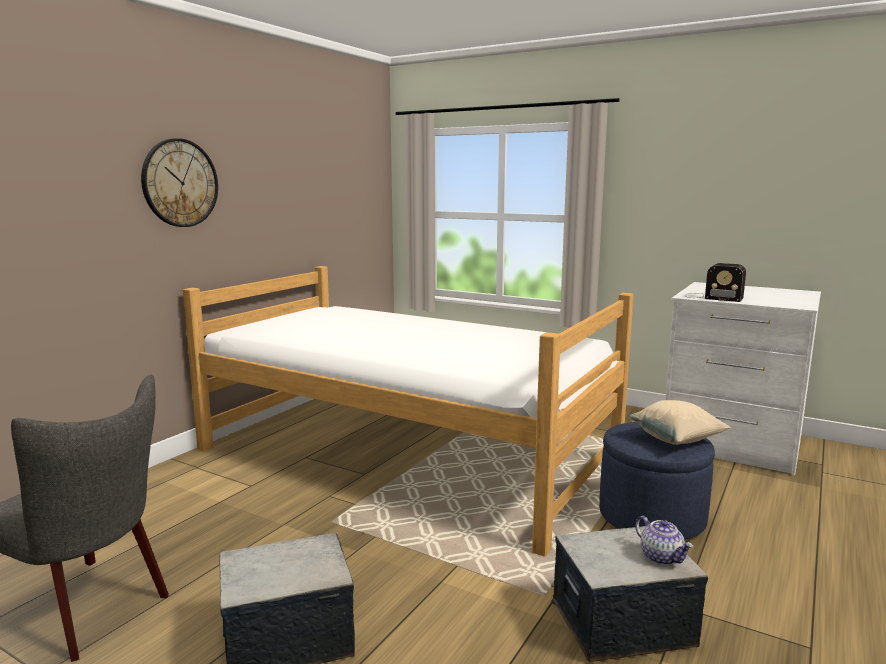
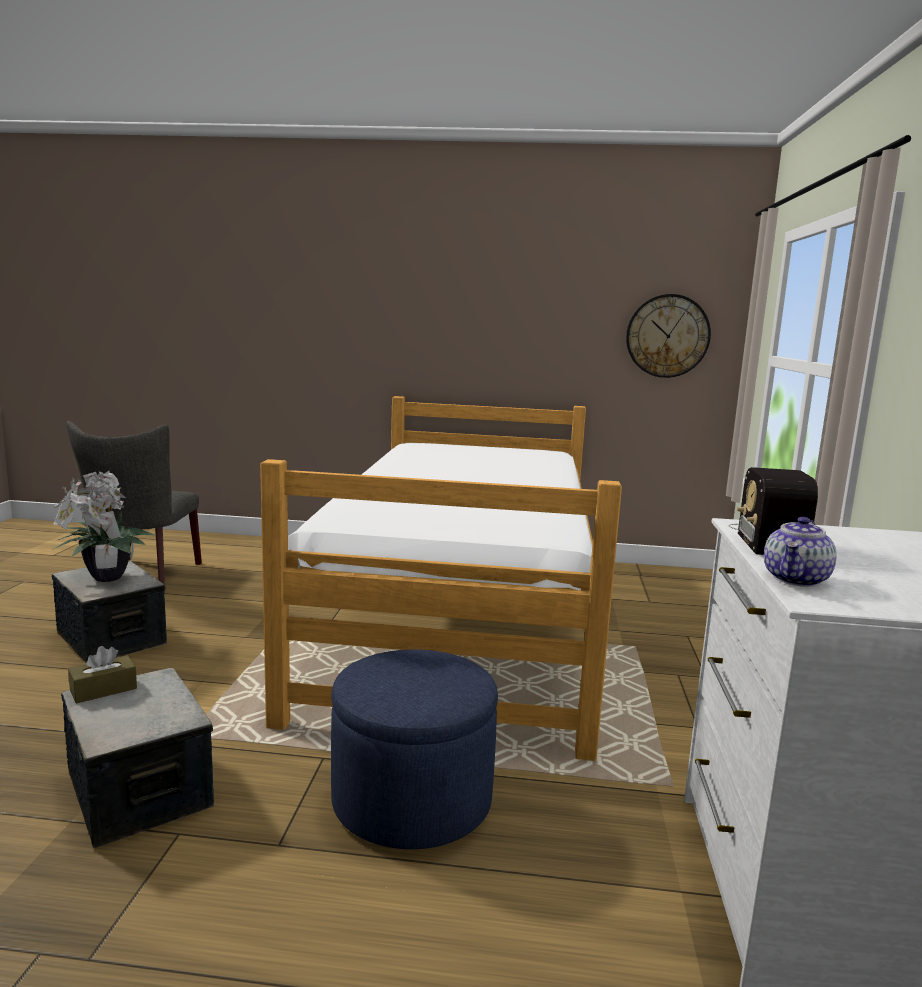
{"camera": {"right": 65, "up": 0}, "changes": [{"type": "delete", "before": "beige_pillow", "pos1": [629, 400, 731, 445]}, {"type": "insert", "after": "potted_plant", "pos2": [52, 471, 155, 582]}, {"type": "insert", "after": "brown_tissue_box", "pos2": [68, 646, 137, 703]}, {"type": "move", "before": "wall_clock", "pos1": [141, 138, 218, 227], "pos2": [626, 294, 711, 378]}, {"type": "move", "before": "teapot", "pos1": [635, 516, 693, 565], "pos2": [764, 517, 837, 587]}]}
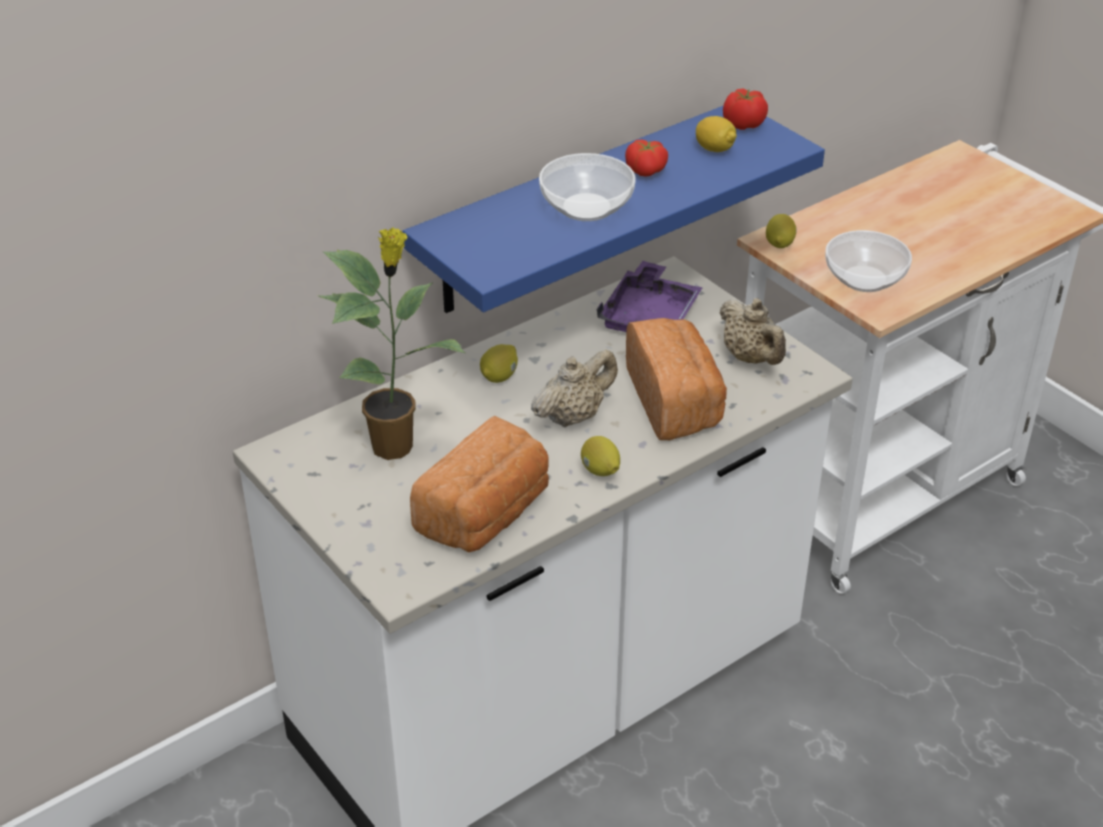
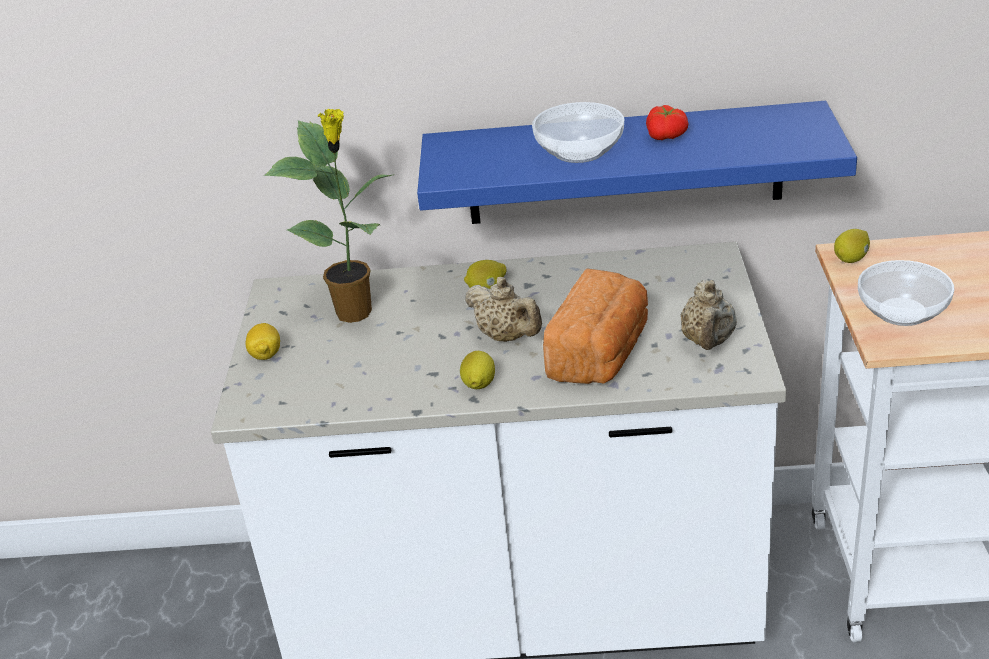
{"camera": {"right": 40, "up": -5}, "changes": [{"type": "delete", "before": "bread", "pos1": [410, 416, 549, 552]}, {"type": "delete", "before": "purple_tray", "pos1": [596, 261, 703, 332]}, {"type": "delete", "before": "tomato", "pos1": [723, 89, 768, 130]}, {"type": "move", "before": "lemon", "pos1": [696, 116, 737, 152], "pos2": [246, 323, 280, 360]}, {"type": "rotate", "before": "beige_teapot", "pos1": [531, 350, 618, 428], "pos2": [465, 277, 542, 342], "turn": 45}]}
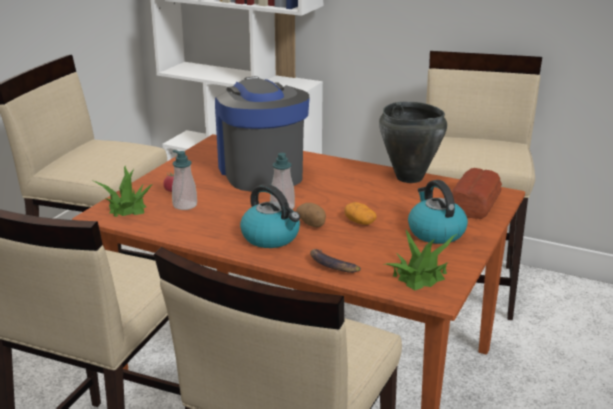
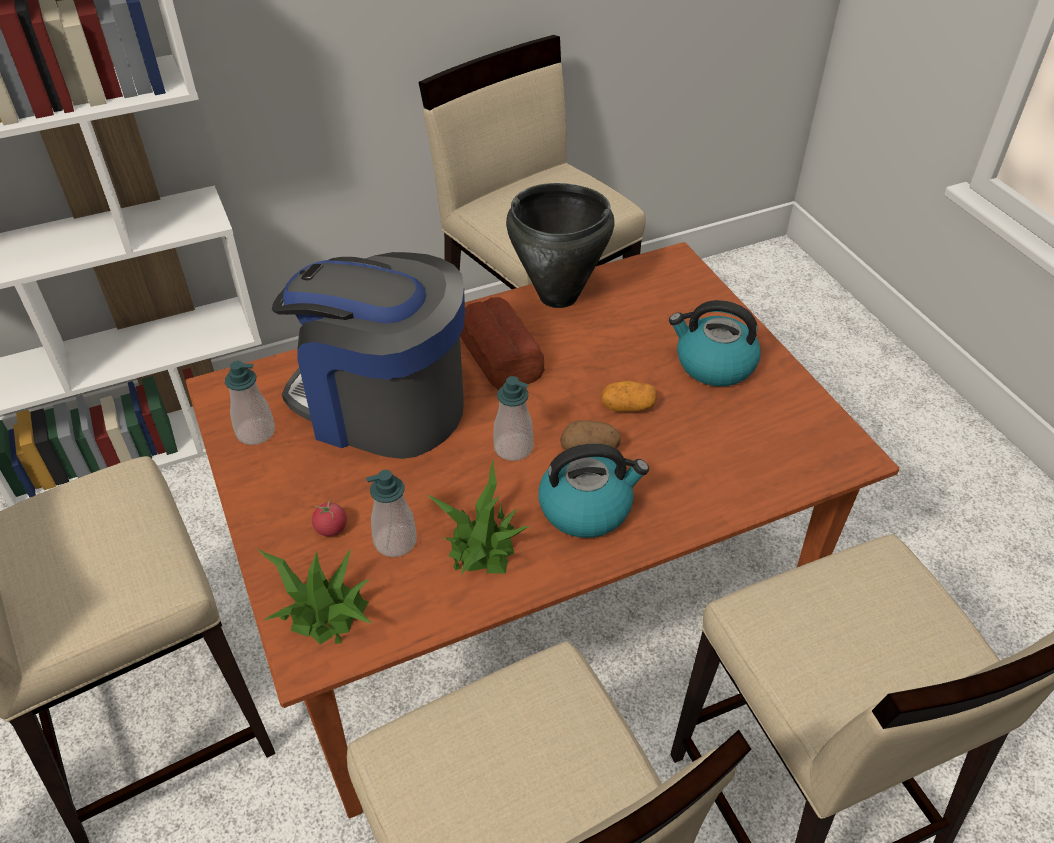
{"camera": {"right": -50, "up": 20}, "changes": [{"type": "delete", "before": "banana", "pos1": [310, 249, 361, 273]}, {"type": "insert", "after": "soap_dispenser", "pos2": [225, 361, 275, 445]}, {"type": "move", "before": "potted_plant", "pos1": [383, 230, 457, 290], "pos2": [426, 460, 530, 574]}, {"type": "move", "before": "bread", "pos1": [452, 168, 502, 219], "pos2": [460, 297, 545, 390]}]}
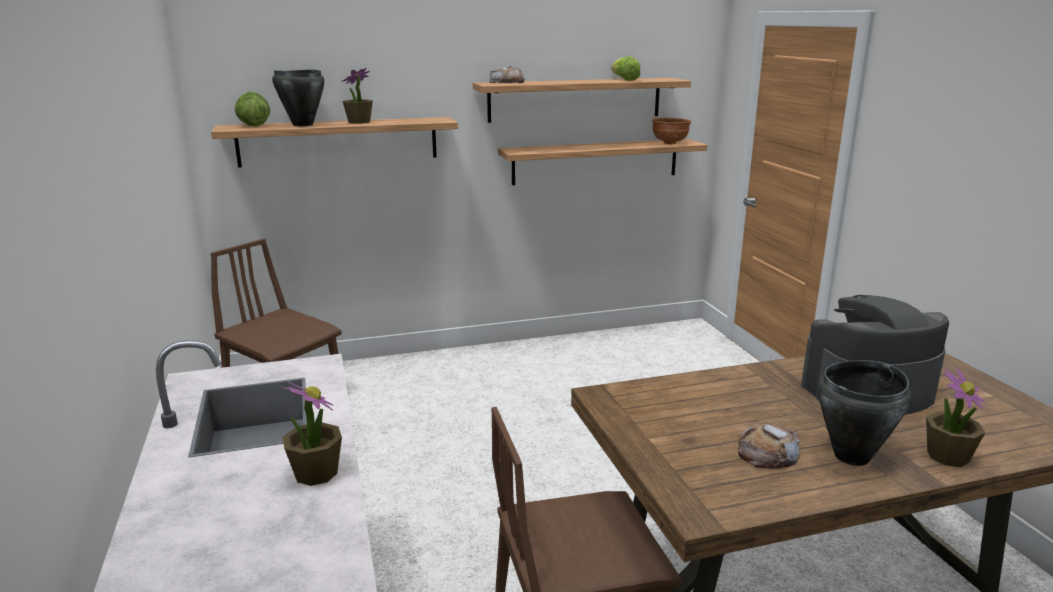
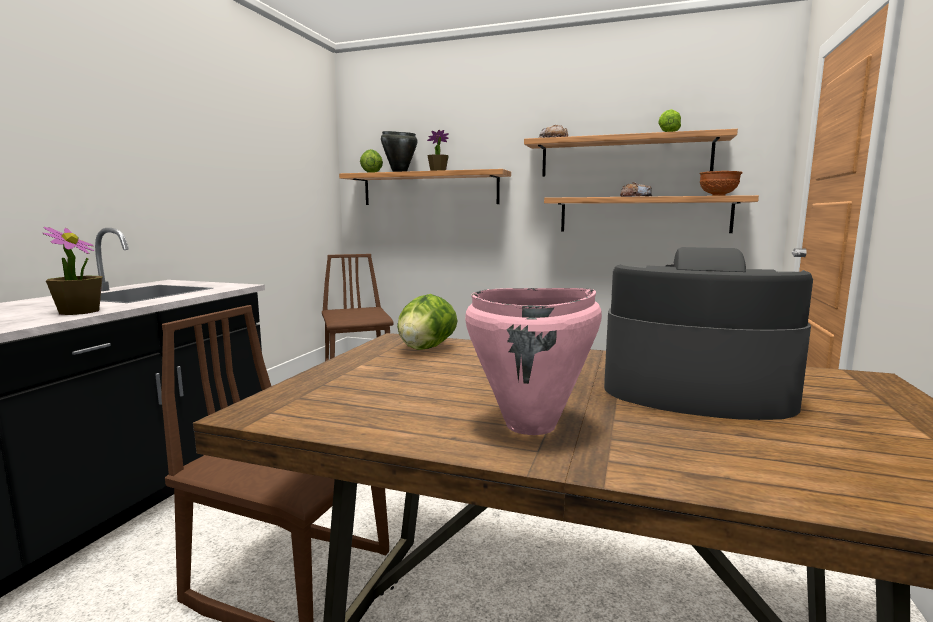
{"camera": {"right": 35, "up": -10}, "changes": [{"type": "delete", "before": "potted_plant", "pos1": [926, 367, 986, 467]}, {"type": "insert", "after": "lettuce", "pos2": [397, 294, 458, 350]}, {"type": "move", "before": "bread", "pos1": [738, 423, 800, 469], "pos2": [620, 182, 652, 197]}, {"type": "recolor", "before": "black_cooking_pot", "after": "pink_cooking_pot", "pos1": [818, 360, 911, 466], "pos2": [465, 288, 602, 435]}]}
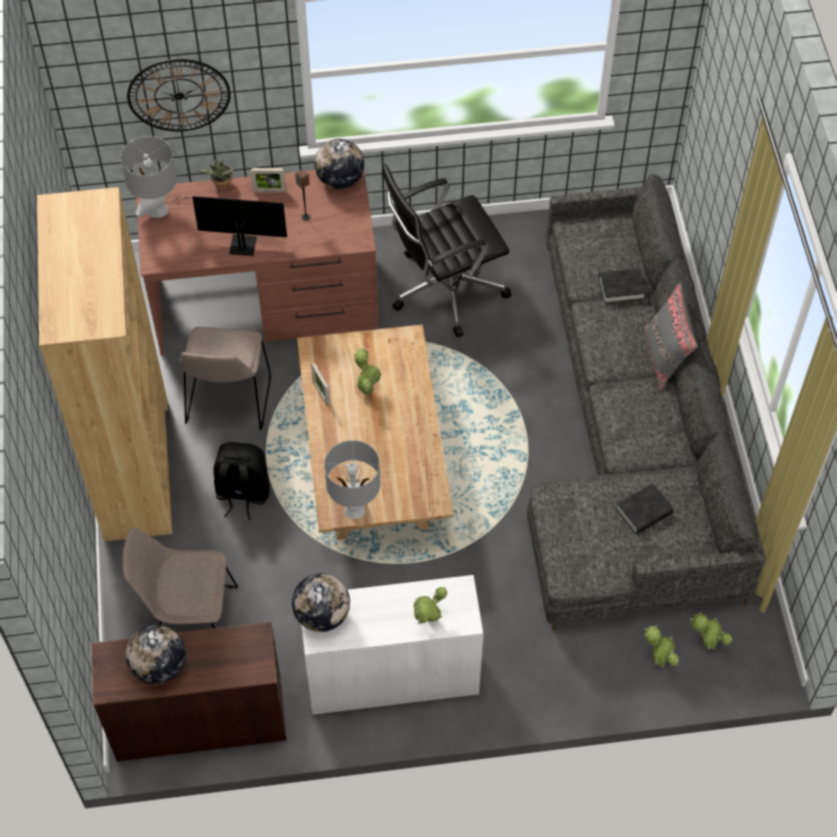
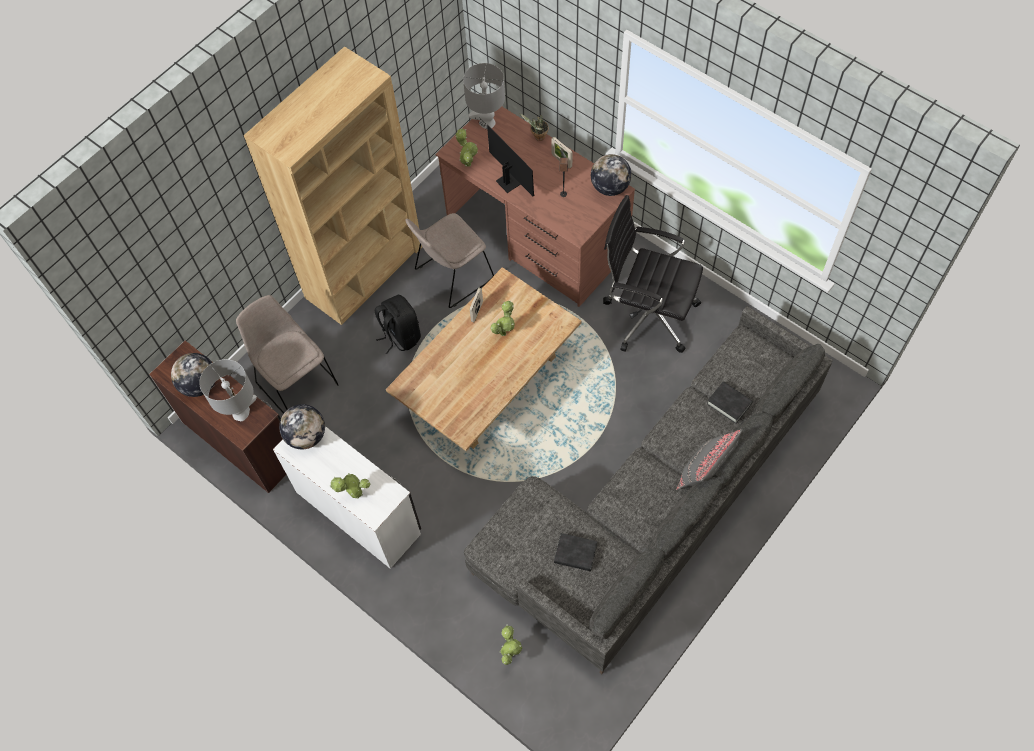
{"camera": {"right": 50, "up": 5}, "changes": [{"type": "delete", "before": "wall_clock", "pos1": [127, 59, 231, 131]}, {"type": "move", "before": "grey_table_lamp", "pos1": [324, 440, 380, 519], "pos2": [199, 359, 257, 421]}, {"type": "move", "before": "potted_plant", "pos1": [690, 612, 732, 649], "pos2": [456, 128, 478, 167]}]}
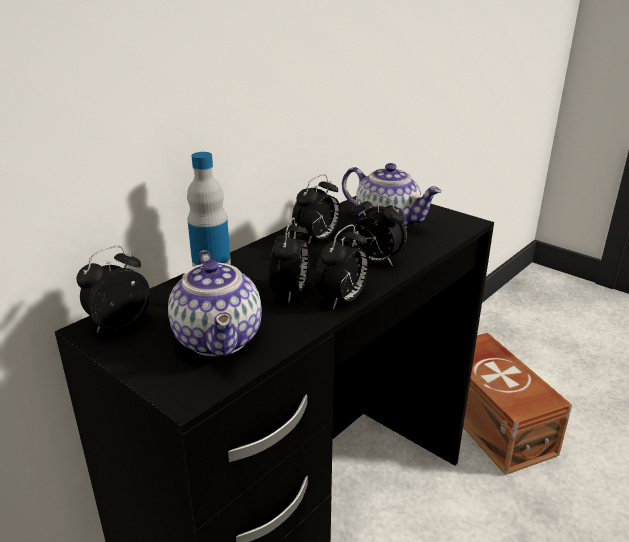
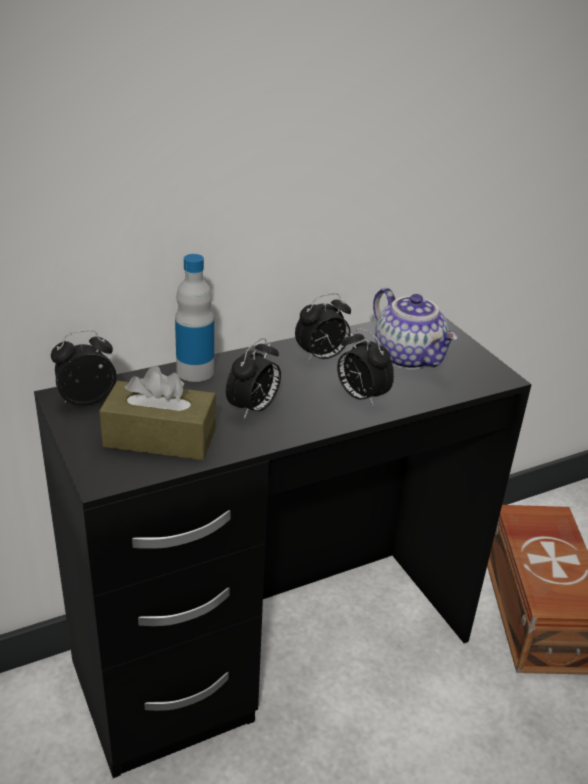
{"camera": {"right": 20, "up": 5}, "changes": [{"type": "delete", "before": "alarm_clock", "pos1": [314, 224, 370, 309]}, {"type": "replace", "before": "teapot", "after": "brown_tissue_box", "pos1": [168, 250, 262, 357], "pos2": [99, 366, 216, 460]}]}
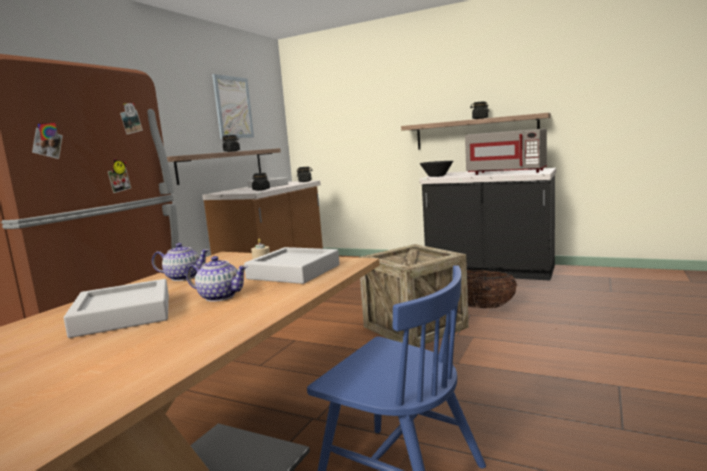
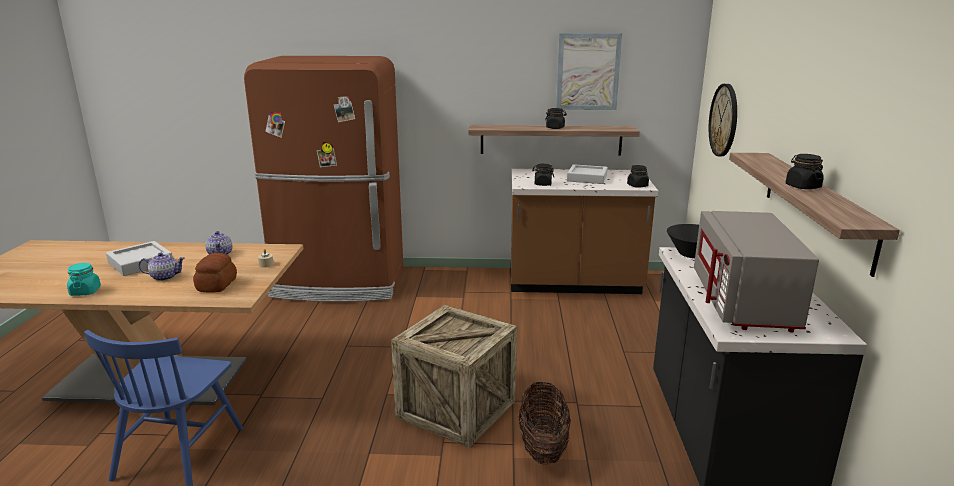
{"camera": {"right": 65, "up": 10}, "changes": [{"type": "insert", "after": "turquoise_jar", "pos2": [67, 263, 101, 296]}, {"type": "insert", "after": "wall_clock", "pos2": [709, 84, 737, 156]}, {"type": "replace", "before": "grey_tray", "after": "bread", "pos1": [244, 247, 340, 284], "pos2": [193, 253, 237, 293]}, {"type": "rotate", "before": "teapot", "pos1": [186, 256, 248, 302], "pos2": [139, 252, 185, 281], "turn": -90}]}
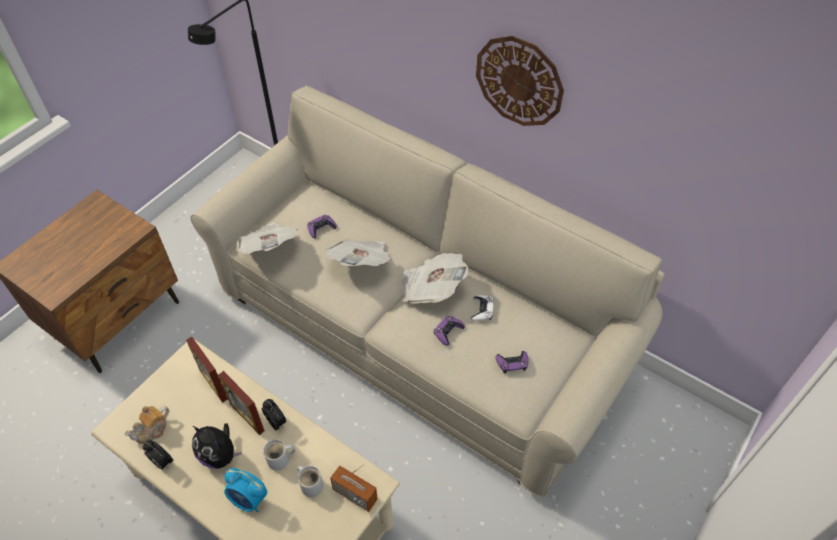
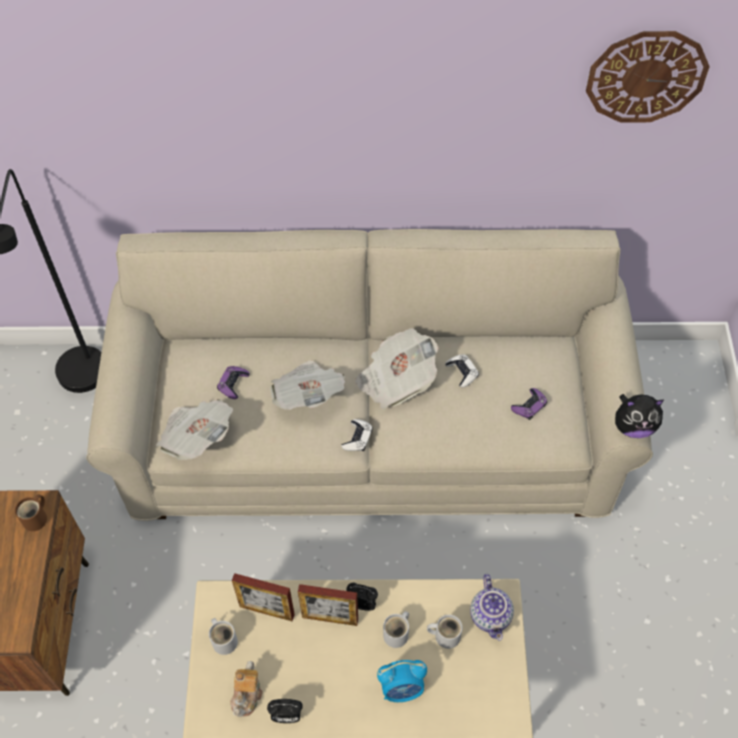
{"camera": {"right": -35, "up": 5}, "changes": [{"type": "delete", "before": "purple_game_controller", "pos1": [434, 316, 465, 346]}, {"type": "insert", "after": "brown_mug", "pos2": [15, 495, 47, 531]}, {"type": "insert", "after": "white_mug", "pos2": [209, 618, 238, 655]}, {"type": "insert", "after": "white_game_controller", "pos2": [341, 419, 373, 451]}, {"type": "move", "before": "plush_toy", "pos1": [192, 423, 242, 469], "pos2": [615, 394, 664, 438]}, {"type": "move", "before": "wall_clock", "pos1": [476, 36, 564, 126], "pos2": [586, 31, 709, 123]}, {"type": "replace", "before": "radio", "after": "teapot", "pos1": [330, 464, 378, 512], "pos2": [470, 574, 514, 641]}]}
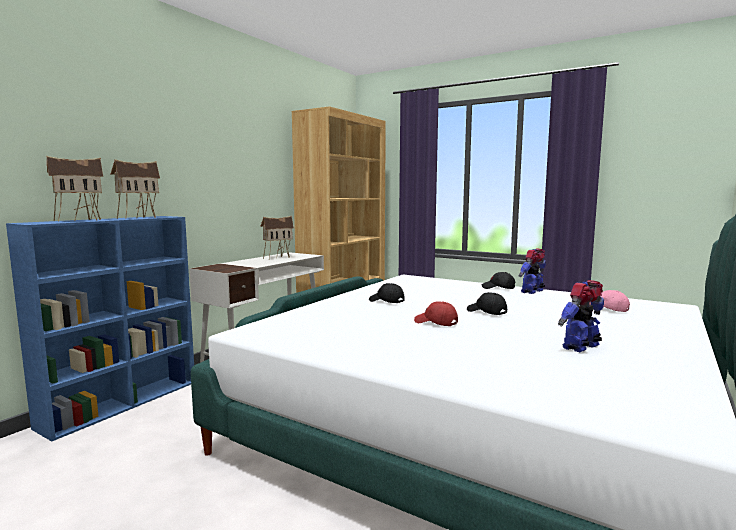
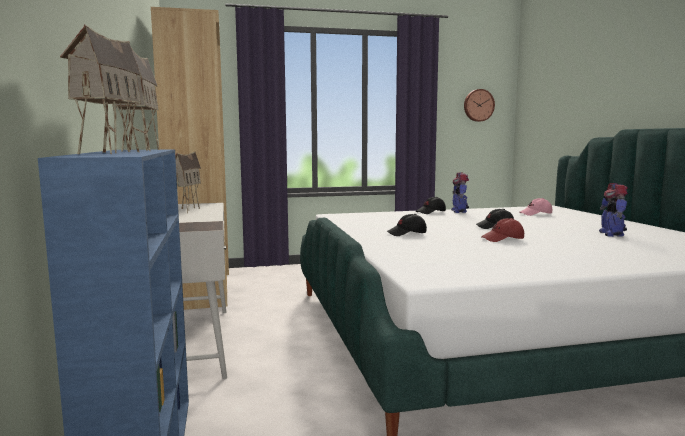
{"camera": {"right": -45, "up": 0}, "changes": [{"type": "insert", "after": "wall_clock", "pos2": [464, 89, 495, 122]}]}
